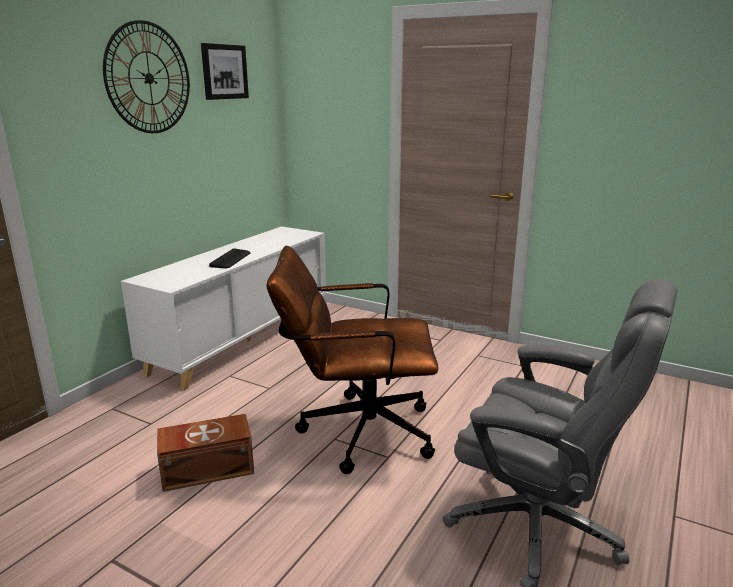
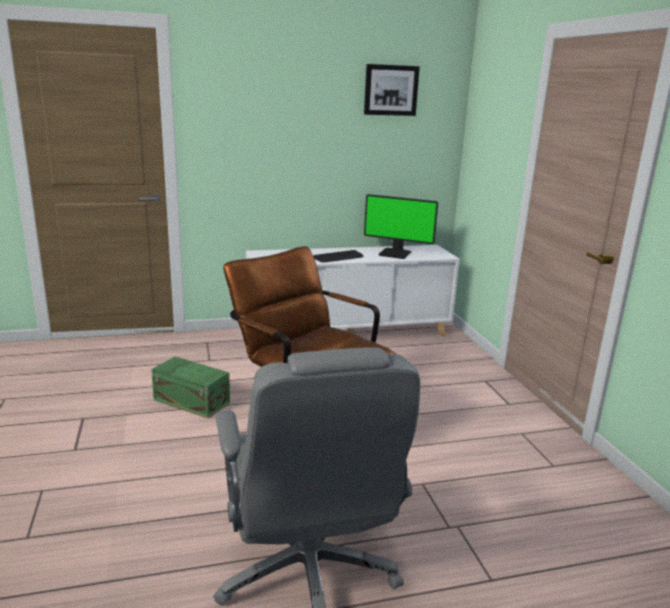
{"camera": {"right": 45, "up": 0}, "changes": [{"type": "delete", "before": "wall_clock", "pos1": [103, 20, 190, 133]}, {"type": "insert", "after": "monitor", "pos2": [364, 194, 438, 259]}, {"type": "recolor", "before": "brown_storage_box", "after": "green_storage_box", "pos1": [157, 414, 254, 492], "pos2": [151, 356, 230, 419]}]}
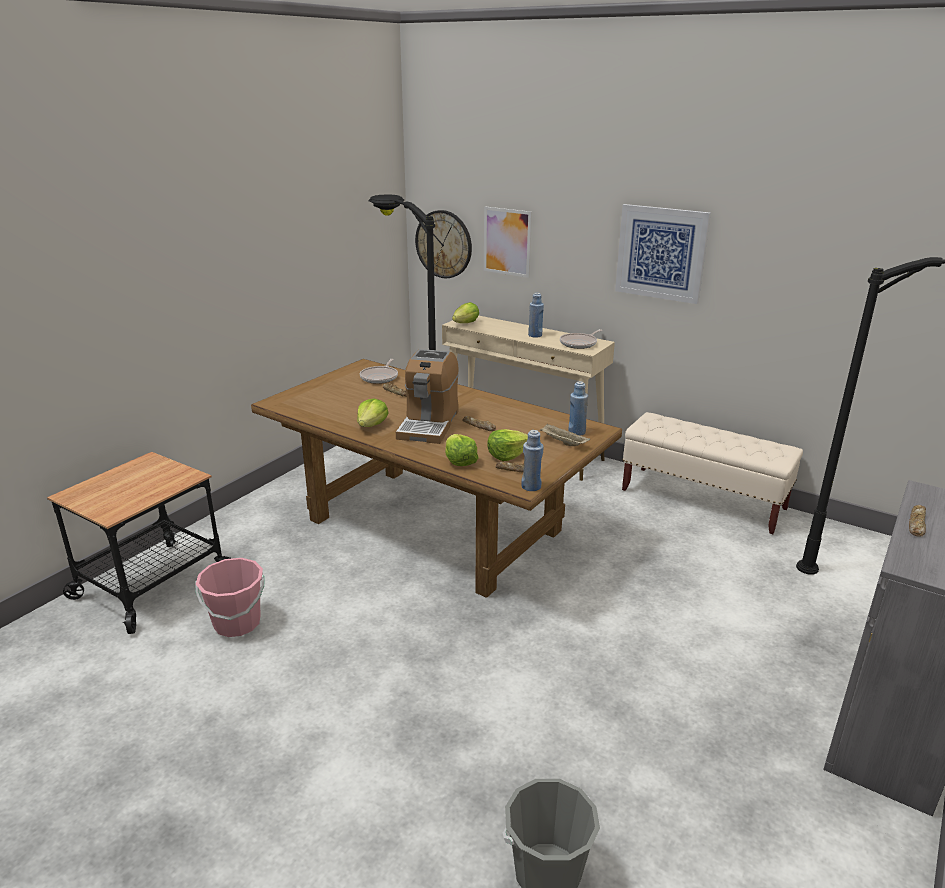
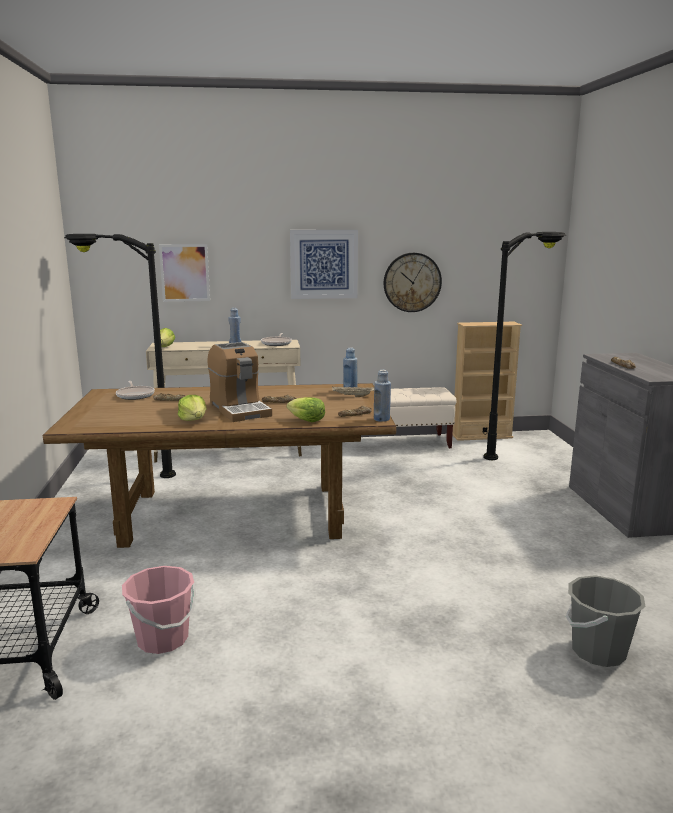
{"camera": {"right": -40, "up": -10}, "changes": [{"type": "delete", "before": "lettuce", "pos1": [487, 429, 528, 461]}, {"type": "insert", "after": "beige_bookcase", "pos2": [452, 322, 522, 441]}, {"type": "move", "before": "wall_clock", "pos1": [415, 210, 472, 278], "pos2": [384, 253, 442, 312]}]}
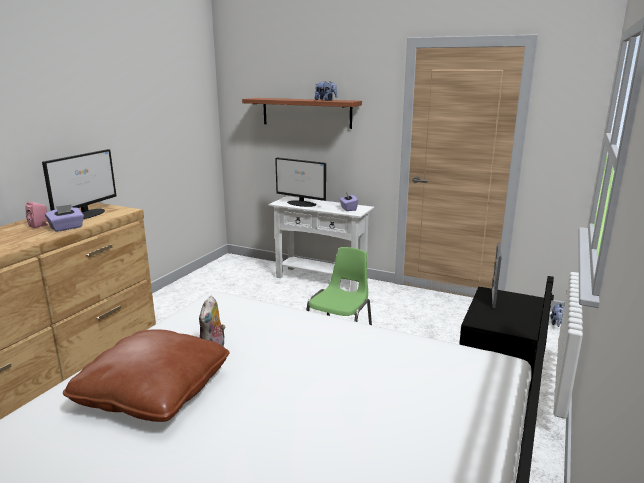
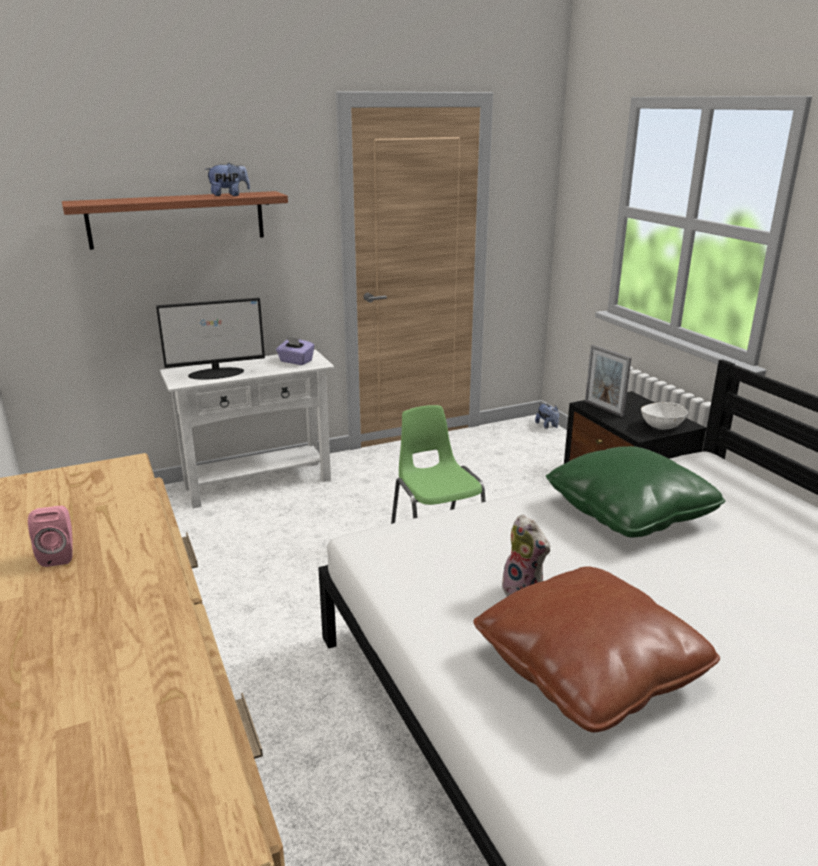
{"camera": {"right": -50, "up": 5}, "changes": [{"type": "delete", "before": "monitor", "pos1": [42, 149, 116, 219]}, {"type": "delete", "before": "purple_tissue_box", "pos1": [45, 204, 84, 232]}, {"type": "insert", "after": "green_pillow", "pos2": [546, 446, 725, 537]}, {"type": "insert", "after": "white_bowl", "pos2": [641, 402, 688, 430]}]}
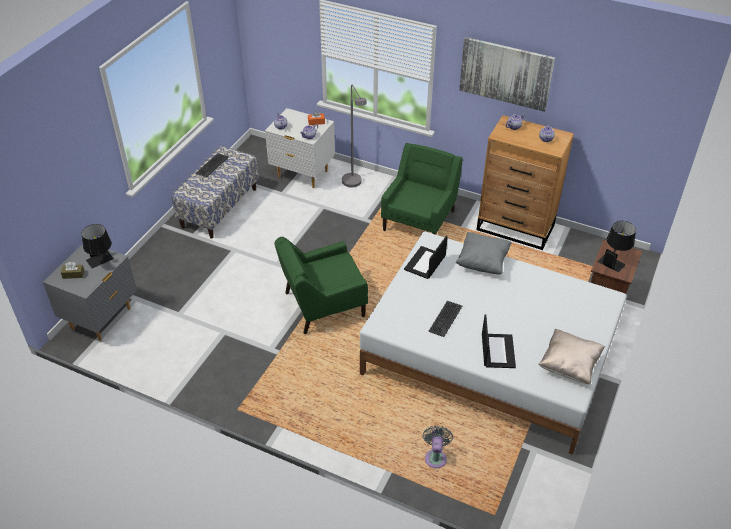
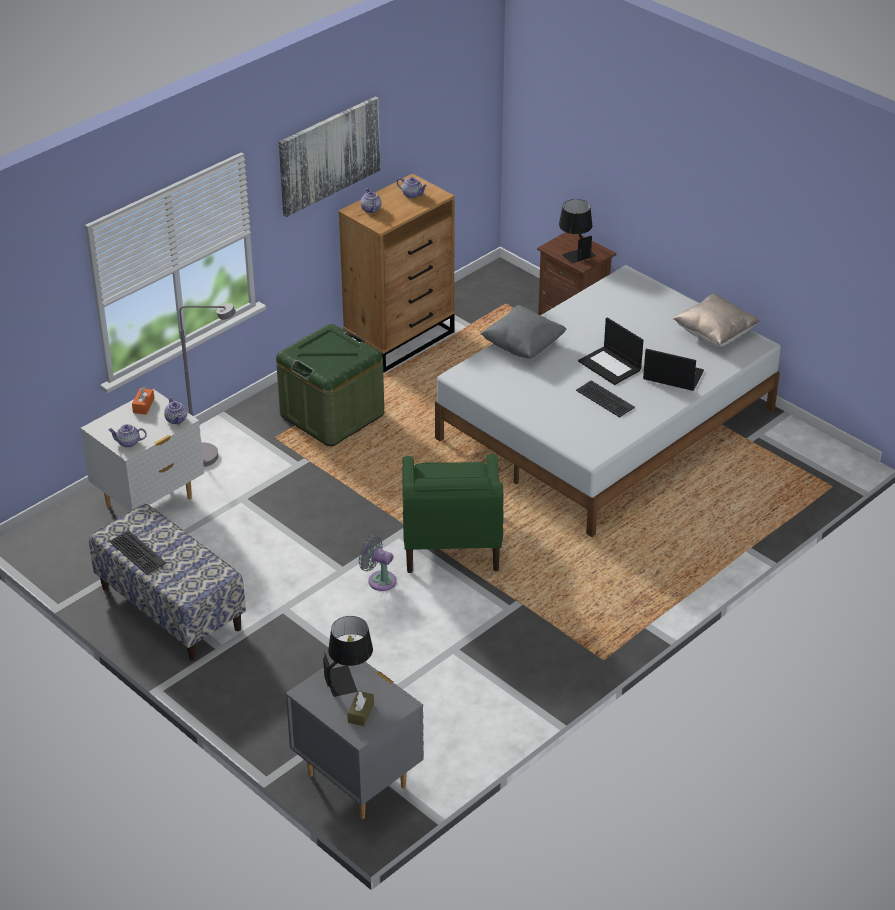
{"camera": {"right": -70, "up": -5}, "changes": [{"type": "move", "before": "laptop", "pos1": [404, 235, 448, 279], "pos2": [578, 317, 643, 385]}, {"type": "move", "before": "grey_fan", "pos1": [423, 426, 453, 468], "pos2": [359, 534, 397, 591]}, {"type": "replace", "before": "green_armchair", "after": "green_storage_box", "pos1": [381, 143, 463, 235], "pos2": [276, 324, 384, 446]}]}
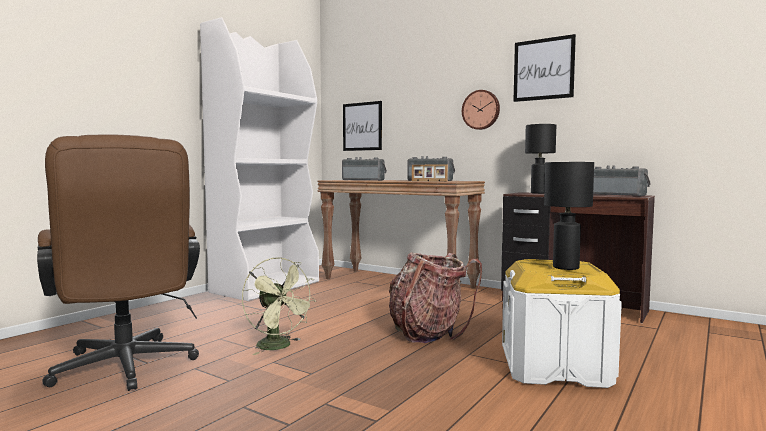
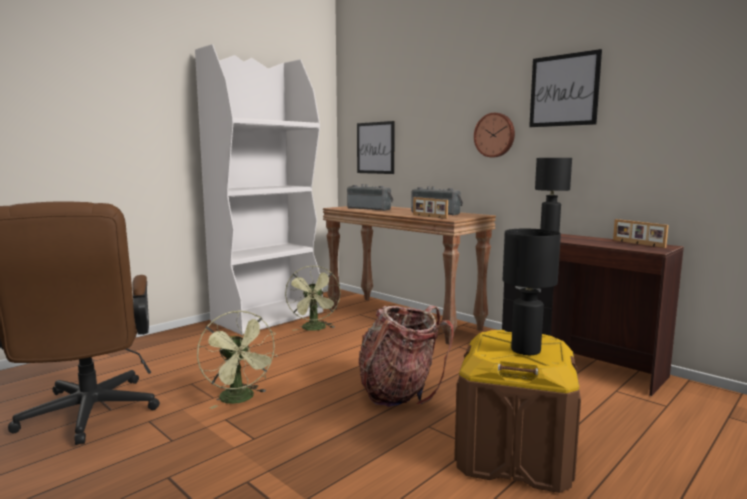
{"camera": {"right": 10, "up": 5}, "changes": [{"type": "insert", "after": "green_fan", "pos2": [285, 265, 340, 331]}, {"type": "replace", "before": "radio", "after": "picture_frame", "pos1": [593, 166, 651, 196], "pos2": [613, 219, 669, 248]}, {"type": "recolor", "before": "white_storage_box", "after": "brown_storage_box", "pos1": [502, 259, 622, 388], "pos2": [454, 330, 581, 493]}]}
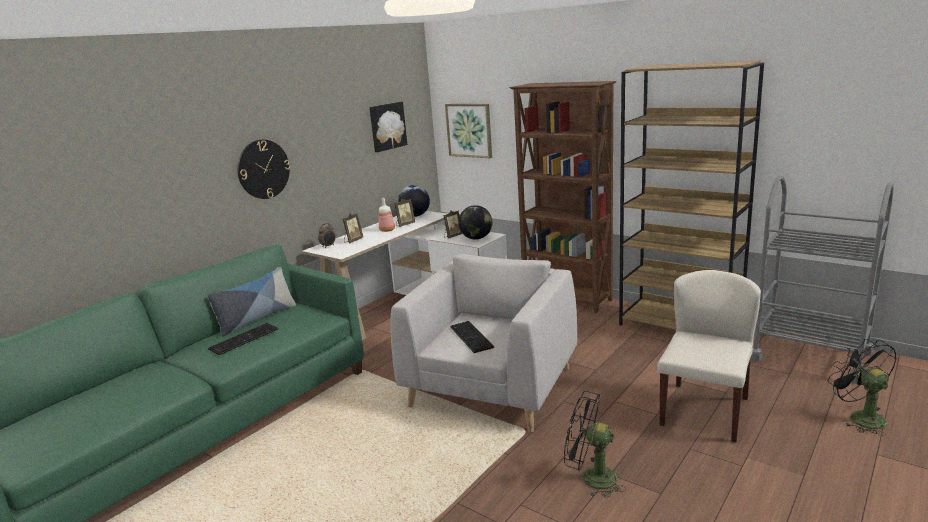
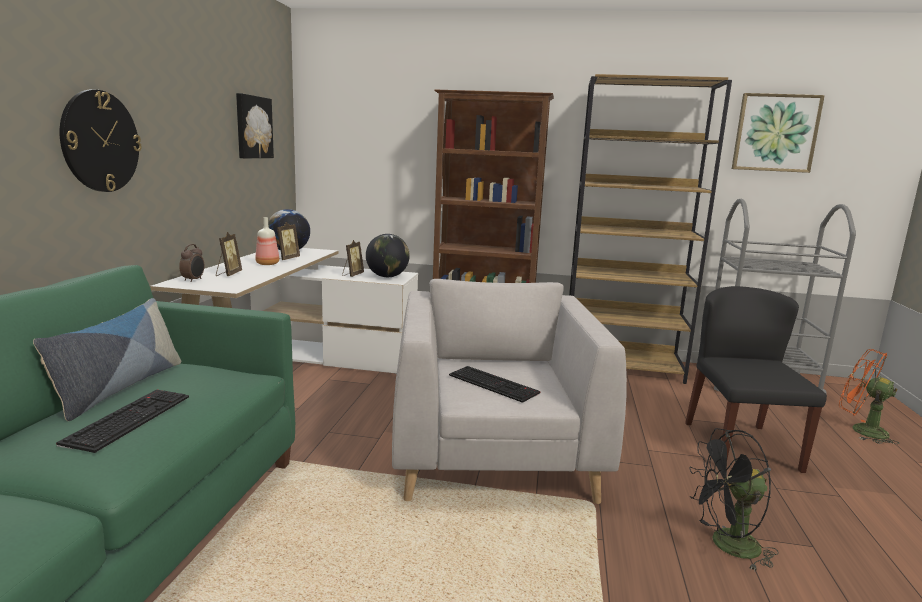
{"camera": {"right": -30, "up": -5}, "changes": [{"type": "move", "before": "picture", "pos1": [445, 104, 492, 158], "pos2": [732, 93, 825, 173]}, {"type": "recolor", "before": "beige_chair", "after": "black_chair", "pos1": [657, 270, 761, 443], "pos2": [685, 286, 827, 473]}, {"type": "recolor", "before": "black_fan", "after": "orange_fan", "pos1": [828, 339, 897, 436], "pos2": [839, 349, 899, 444]}]}
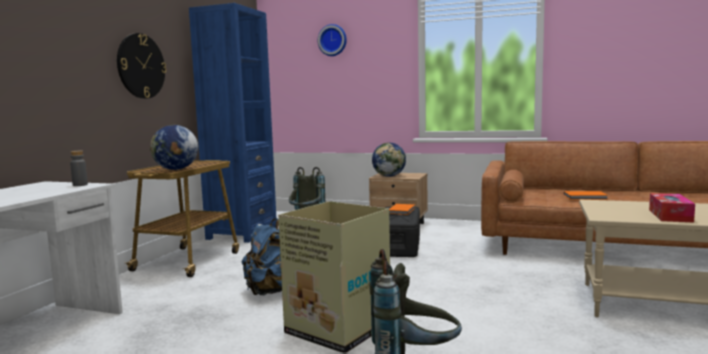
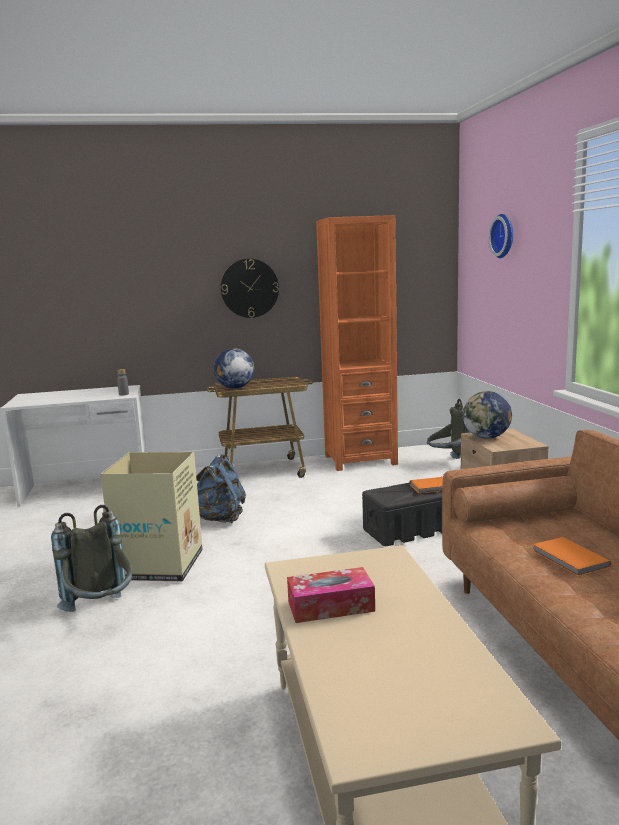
{"camera": {"right": 60, "up": 5}, "changes": [{"type": "recolor", "before": "blue_bookcase", "after": "orange_bookcase", "pos1": [189, 3, 276, 243], "pos2": [316, 215, 398, 471]}]}
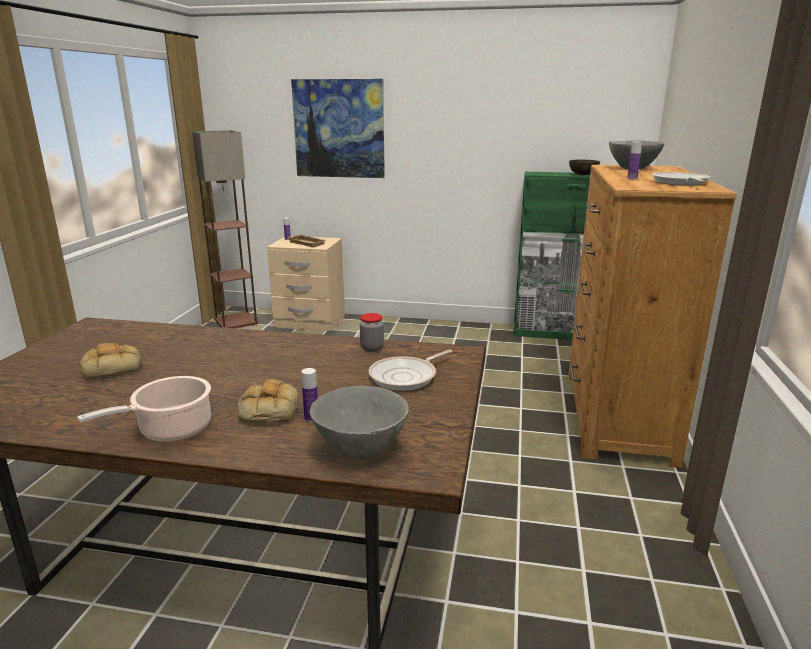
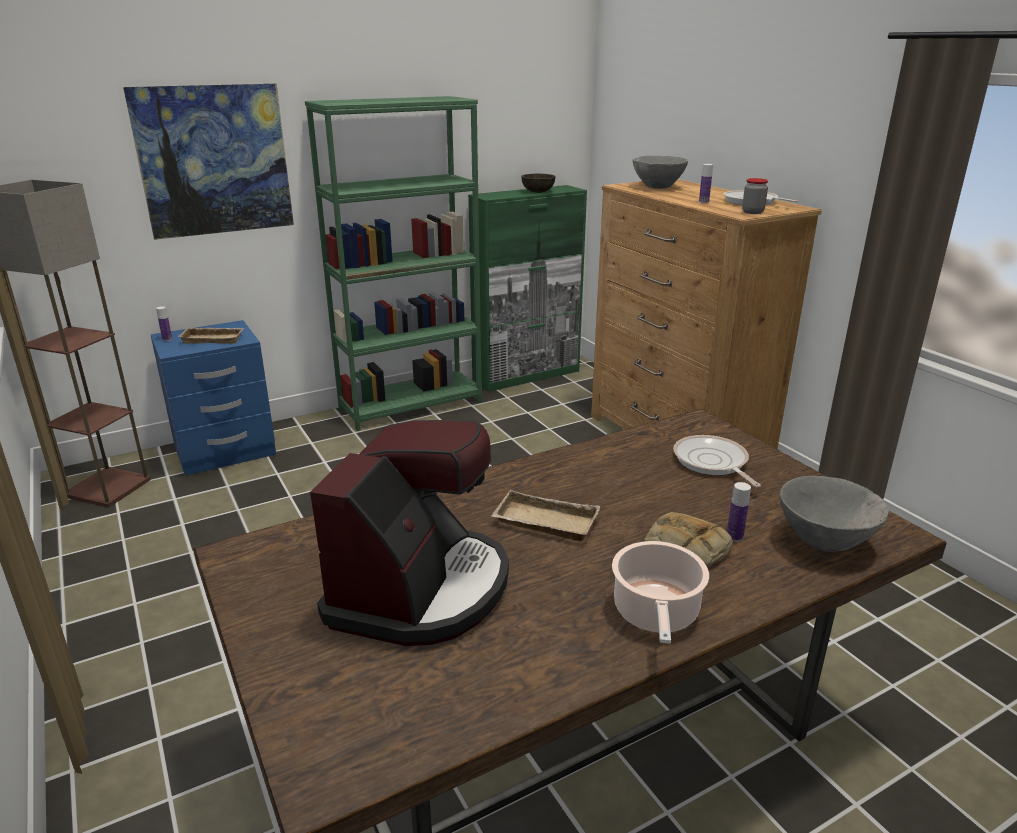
{"camera": {"right": -40, "up": 5}, "changes": [{"type": "insert", "after": "green_bookcase", "pos2": [305, 96, 482, 431]}, {"type": "insert", "after": "beige_tray", "pos2": [491, 490, 600, 541]}, {"type": "move", "before": "jar", "pos1": [360, 313, 384, 352], "pos2": [742, 178, 768, 214]}, {"type": "replace", "before": "bread", "after": "coffee_machine", "pos1": [79, 343, 141, 380], "pos2": [310, 420, 509, 646]}, {"type": "recolor", "before": "beige_nightstand", "after": "blue_nightstand", "pos1": [267, 236, 345, 331], "pos2": [150, 320, 276, 476]}, {"type": "rotate", "before": "frying_pan", "pos1": [369, 350, 452, 391], "pos2": [673, 435, 761, 487], "turn": 150}]}
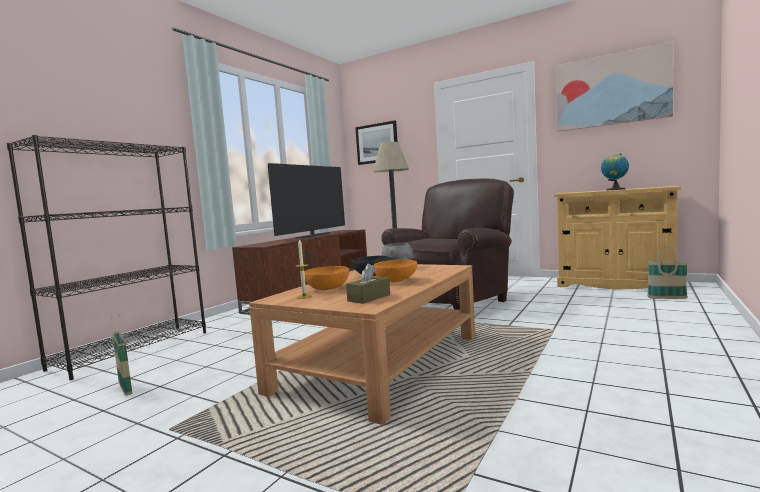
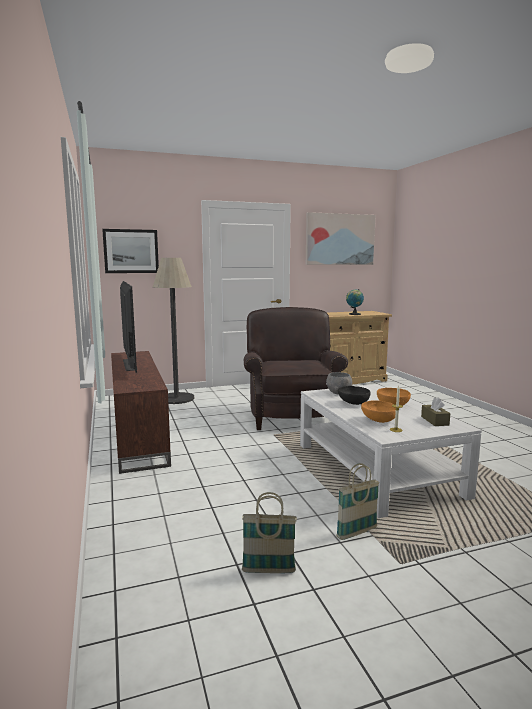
{"camera": {"right": -50, "up": 5}, "changes": [{"type": "delete", "before": "black_bookcase", "pos1": [7, 135, 206, 380]}, {"type": "move", "before": "basket", "pos1": [647, 246, 688, 299], "pos2": [336, 463, 380, 540]}, {"type": "recolor", "before": "brown_coffee_table", "after": "white_coffee_table", "pos1": [249, 264, 475, 425], "pos2": [300, 384, 482, 518]}]}
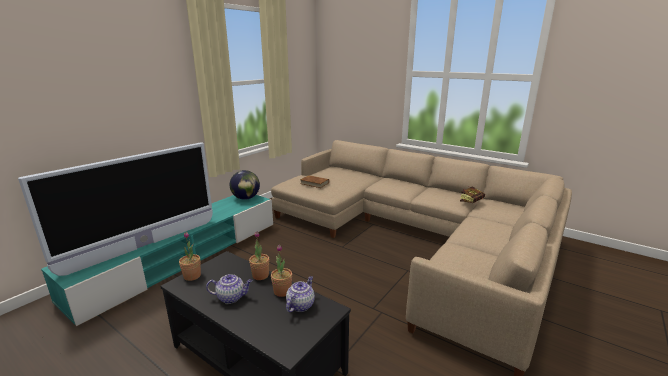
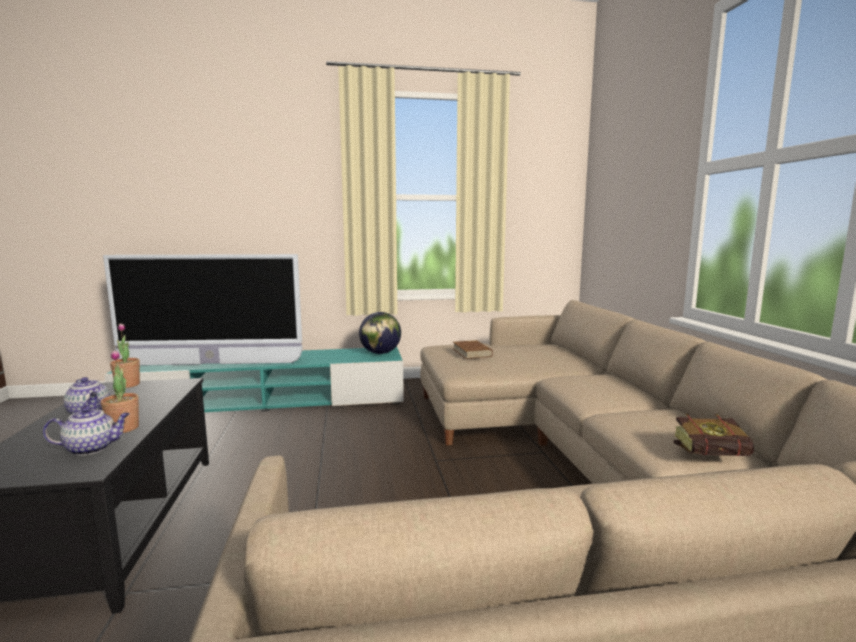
{"camera": {"right": 45, "up": -10}, "changes": [{"type": "delete", "before": "potted_plant", "pos1": [249, 231, 269, 280]}]}
